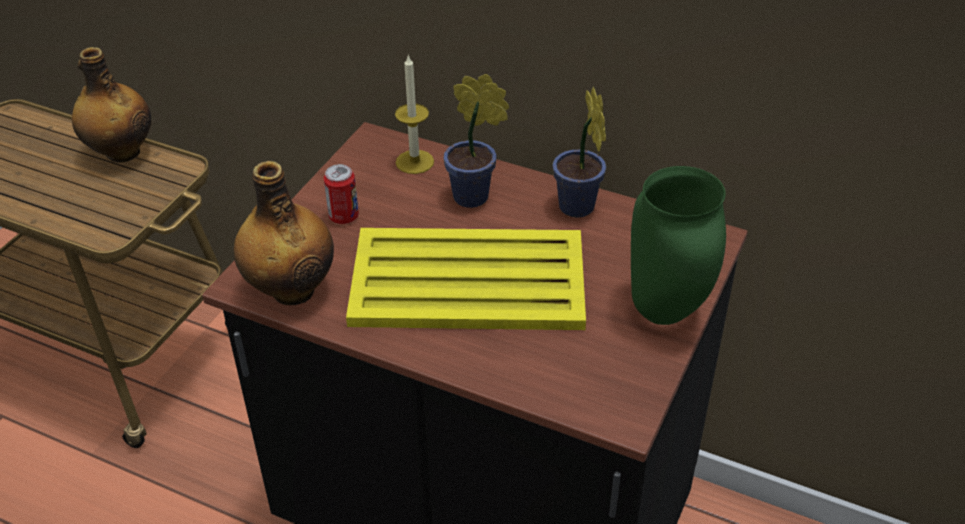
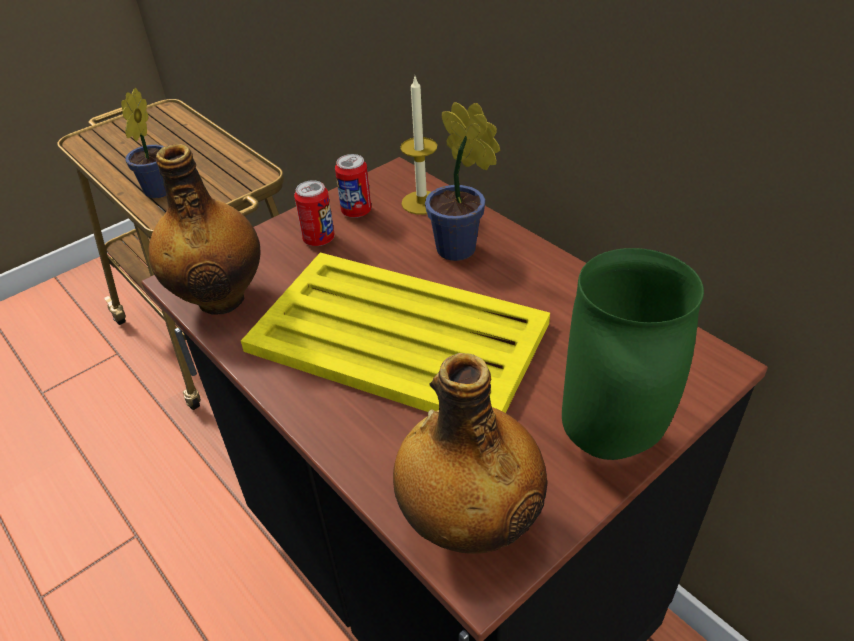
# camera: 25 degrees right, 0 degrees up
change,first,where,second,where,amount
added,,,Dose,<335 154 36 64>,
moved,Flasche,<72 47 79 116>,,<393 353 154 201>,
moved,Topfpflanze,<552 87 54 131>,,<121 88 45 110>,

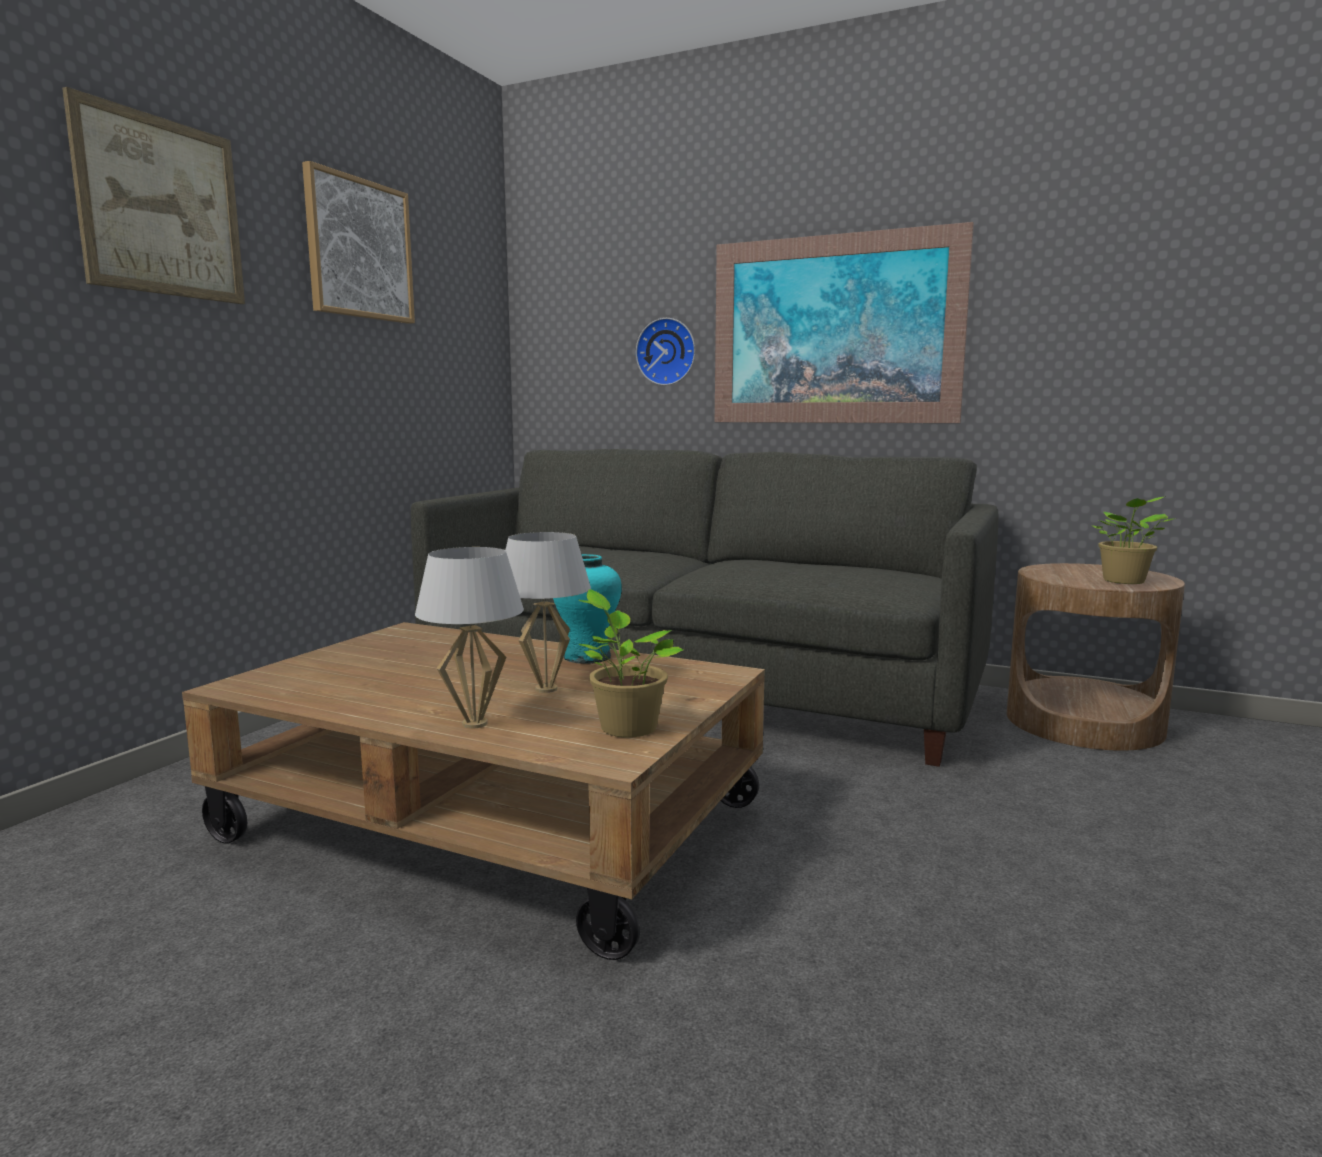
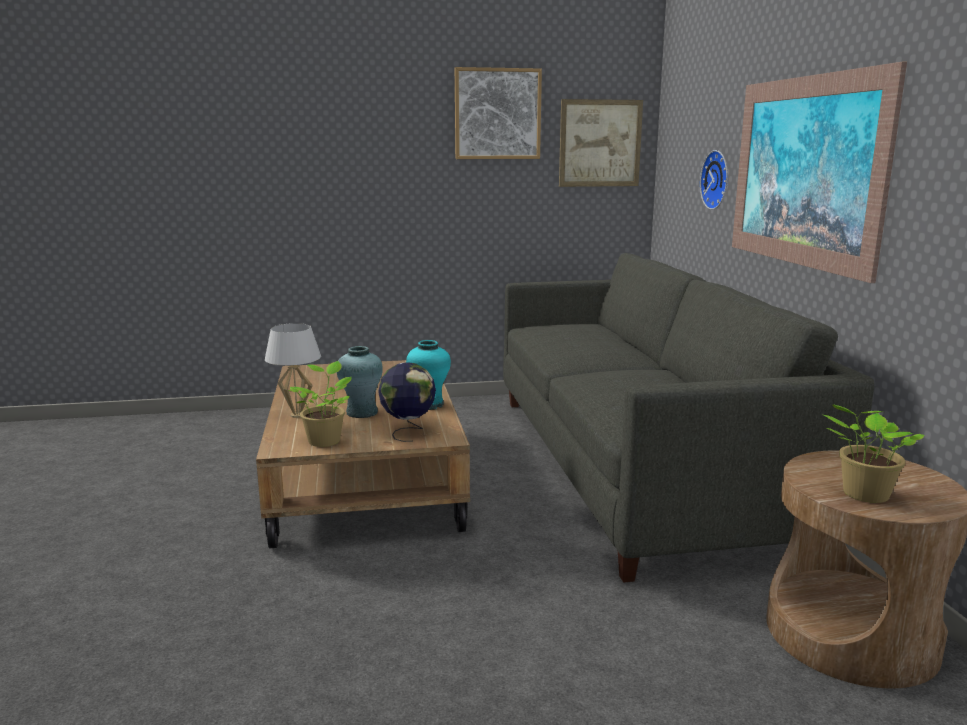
# camera: 55 degrees right, 5 degrees up
change,first,where,second,where,amount
added,,,Globus,<378 363 58 79>,
moved,Bild,<62 87 183 217>,,<559 99 84 88>,
replaced,Tischlampe (weiß),<505 532 86 161>,Vase (türkis),<336 346 47 72>,

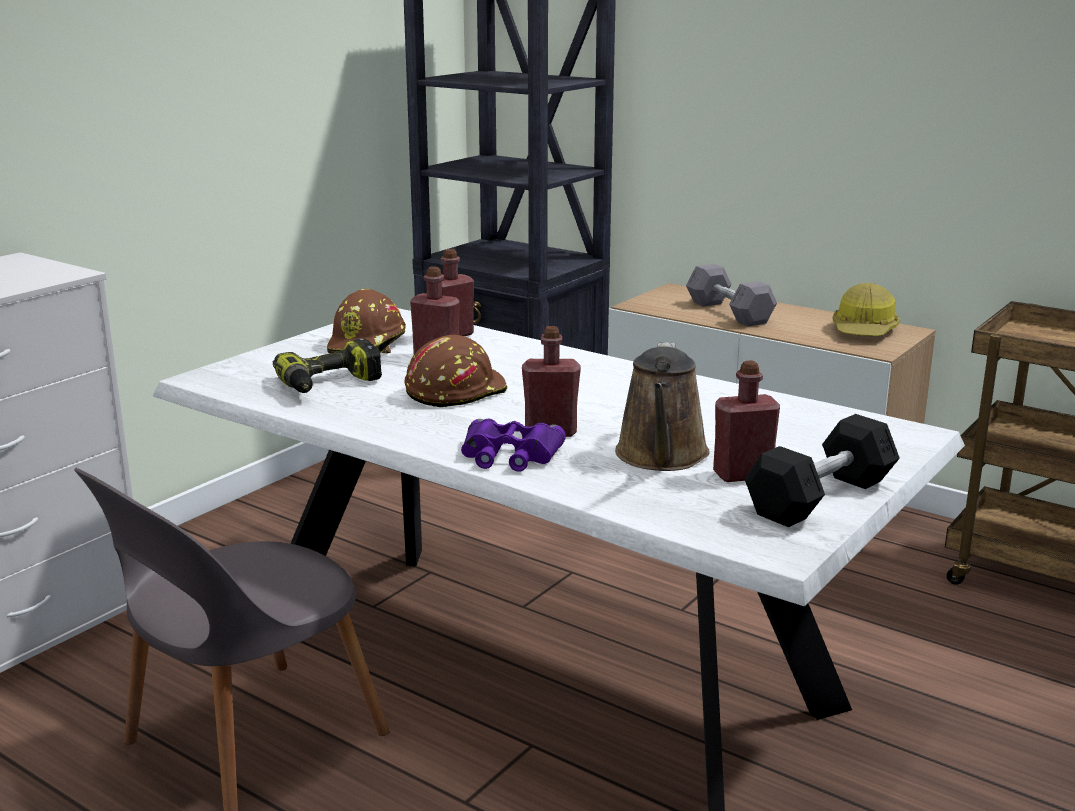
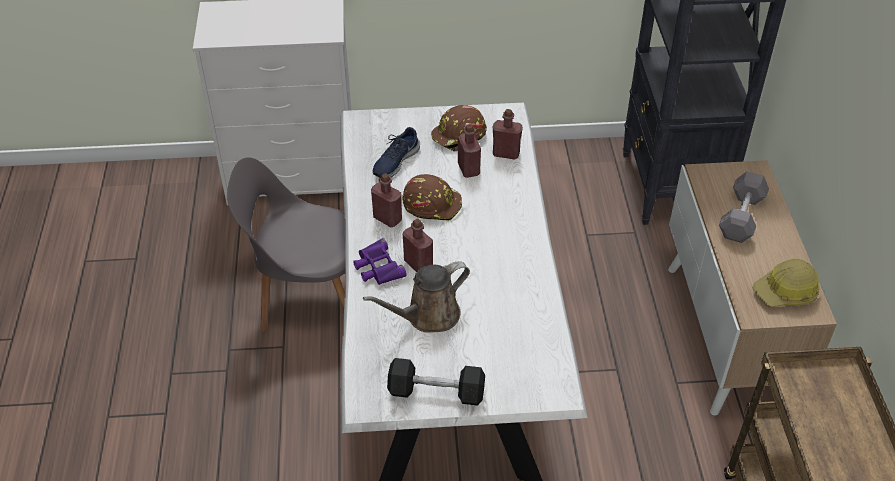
# camera: 50 degrees right, 25 degrees up
change,first,where,second,where,amount
moved,Flasche (rot),<713 361 67 121>,,<371 173 31 54>,
replaced,Bohrmaschine,<273 338 109 55>,Schuh (blau),<373 127 47 51>,

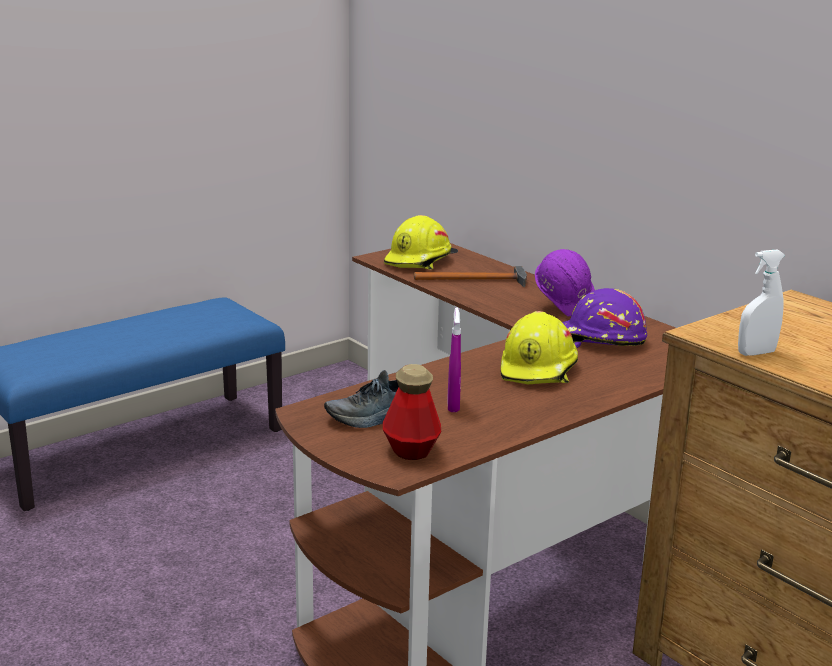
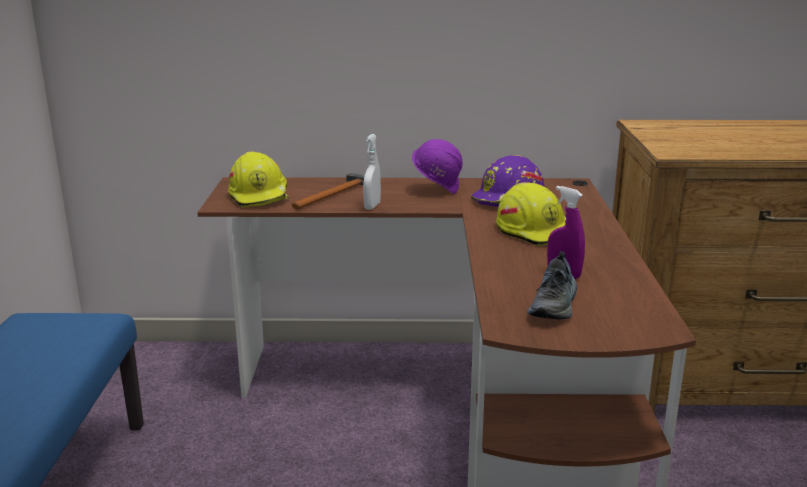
# camera: 50 degrees left, 0 degrees up
change,first,where,second,where,amount
removed,Flasche,<383 364 58 96>,,,
moved,Sprühflasche (weiß),<738 250 47 106>,,<363 134 18 76>,

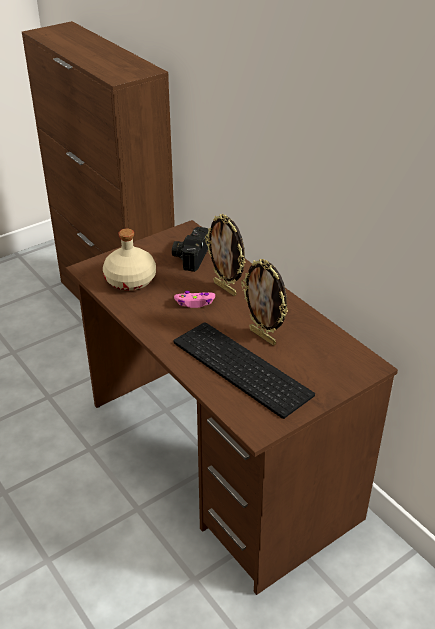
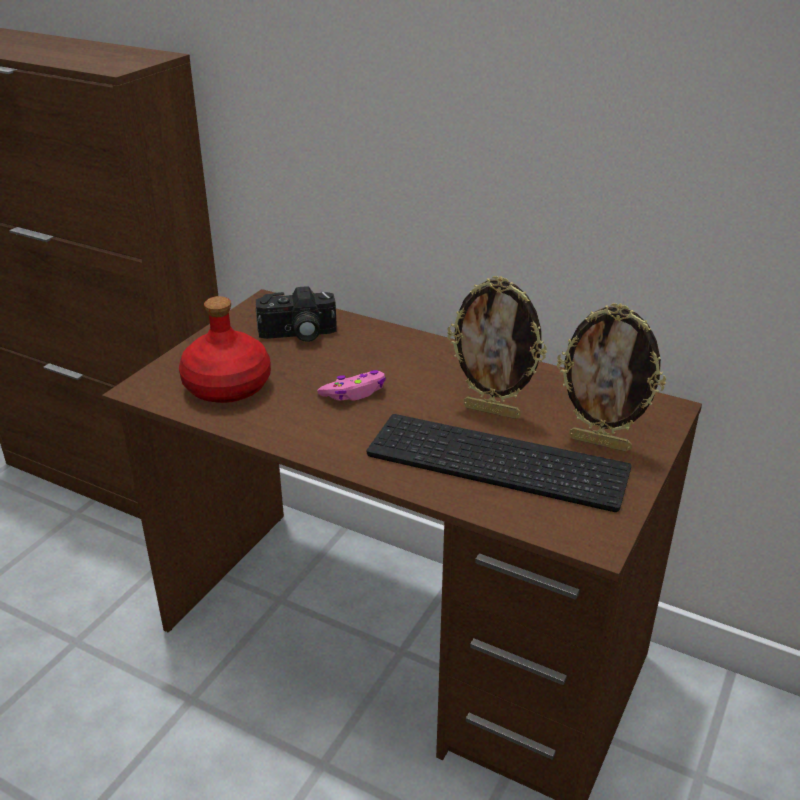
# camera: 25 degrees left, 5 degrees down
change,first,where,second,where,amount
moved,Bilderrahmen,<205 214 41 82>,,<557 303 109 149>,
recoloured,Flasche (beige),<103 229 53 61>,Flasche (rot),<179 296 92 107>,
turned,Kamera,<172 227 37 45>,,<256 286 81 56>,90 degrees counterclockwise

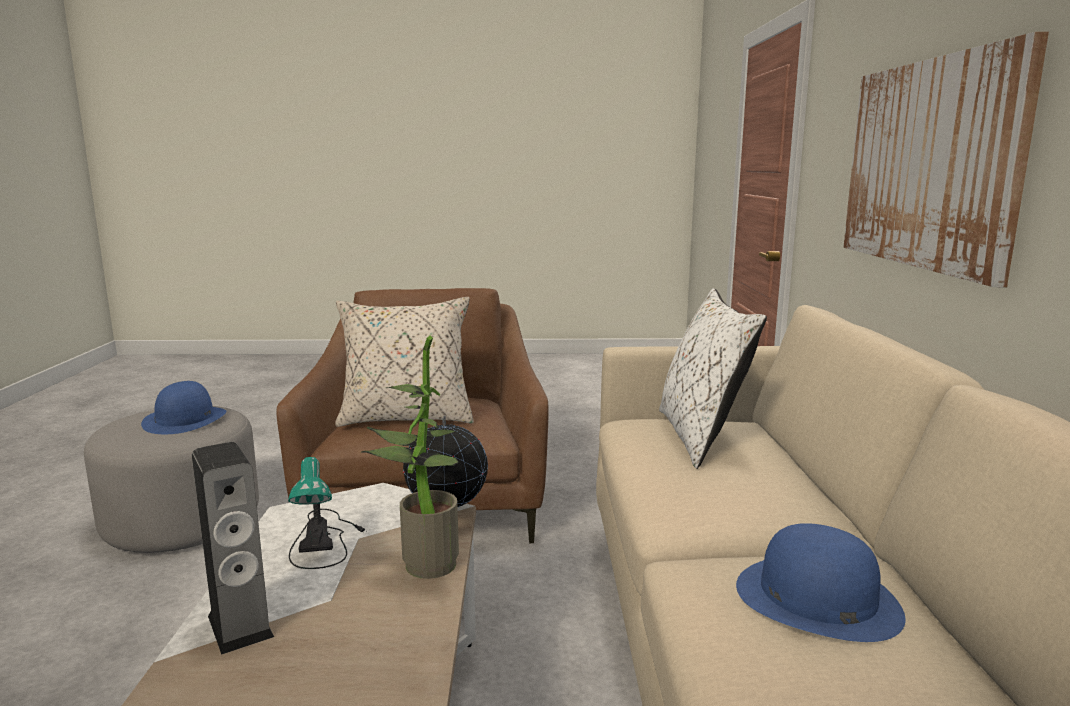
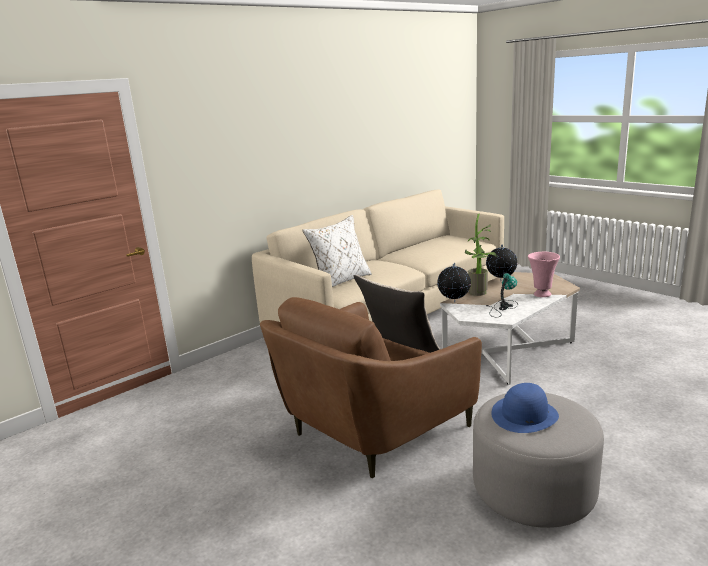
# camera: 130 degrees left, 5 degrees up
change,first,where,second,where,amount
removed,Hut (blau),<736 523 170 119>,,,
removed,Bild,<843 32 206 255>,,,
added,,,Globus,<486 244 31 36>,
replaced,Lautsprecher,<192 442 82 213>,Vase (rosa),<528 252 32 45>,

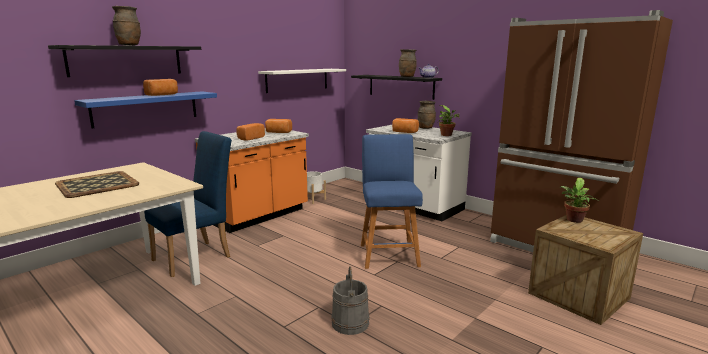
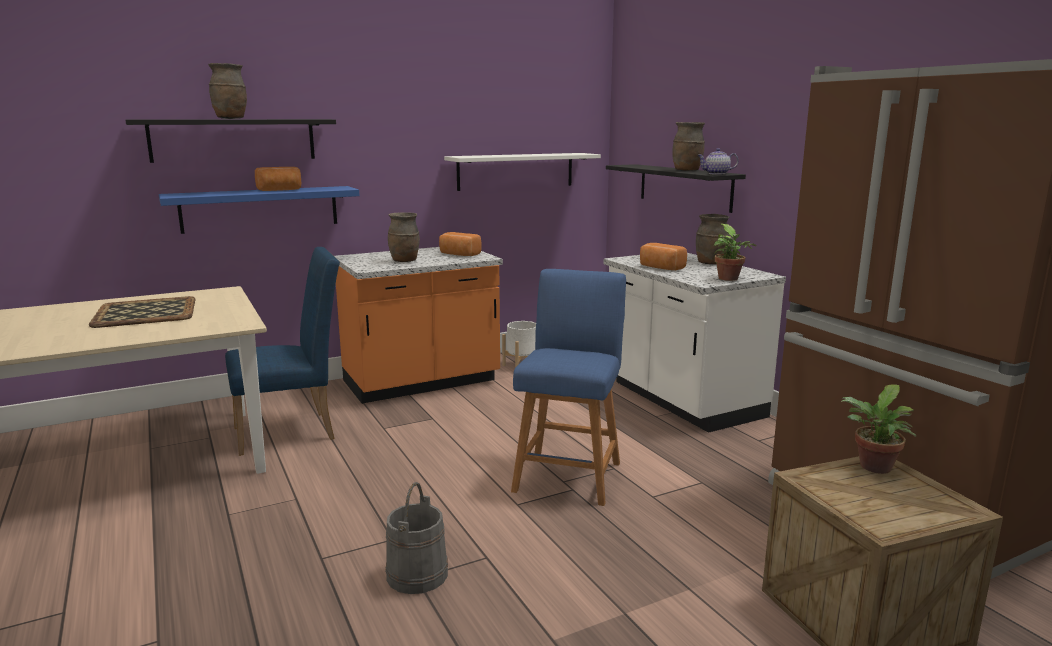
# camera: 20 degrees right, 0 degrees up
change,first,where,second,where,amount
replaced,Brot,<236 123 29 18>,Vase (braun),<388 213 32 49>,

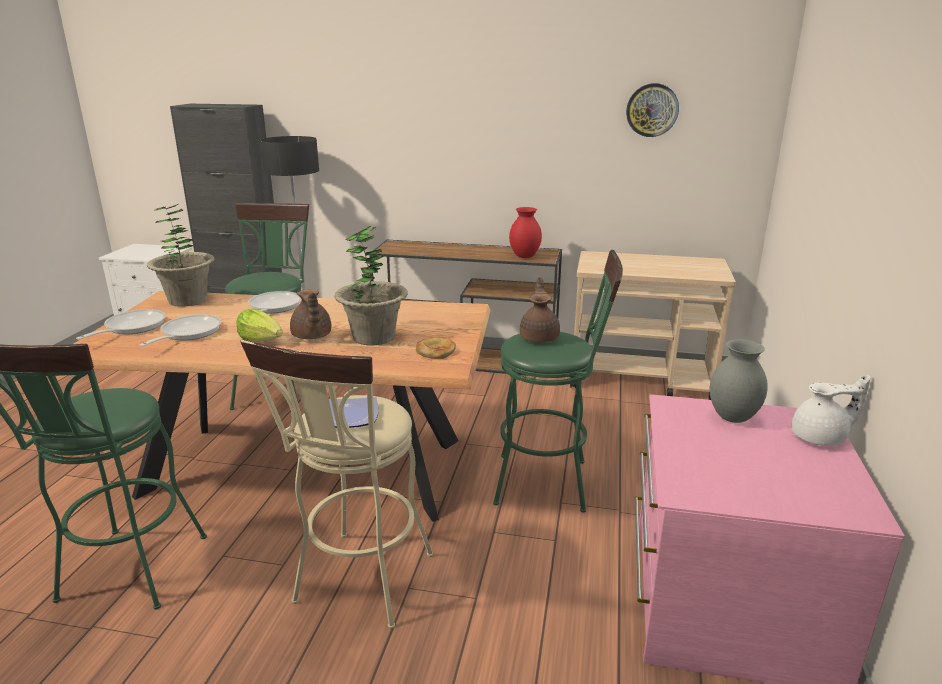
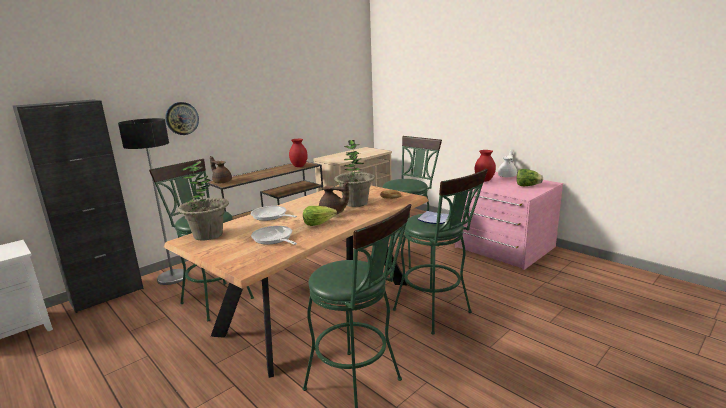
# camera: 55 degrees left, 5 degrees down
change,first,where,second,where,amount
removed,Pfanne,<76 309 90 31>,,,
added,,,Salatkopf,<517 169 26 17>,
moved,Teekanne (braun),<520 277 40 66>,,<210 156 22 27>,
moved,Wanduhr,<626 83 53 54>,,<165 102 34 33>,
recoloured,Hocker (beige),<240 339 193 290>,Hocker (grün),<393 169 95 166>,
recoloured,Vase (grau),<710 339 58 84>,Vase (rot),<475 150 21 32>,

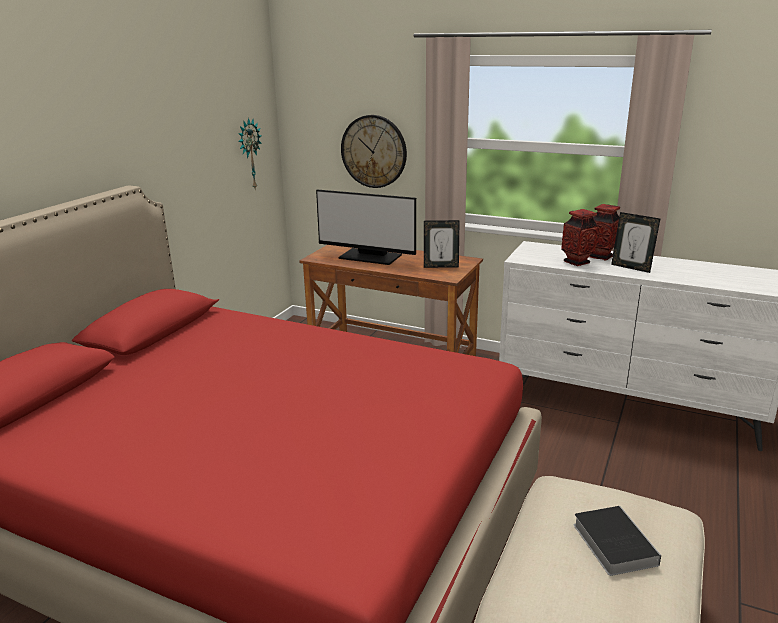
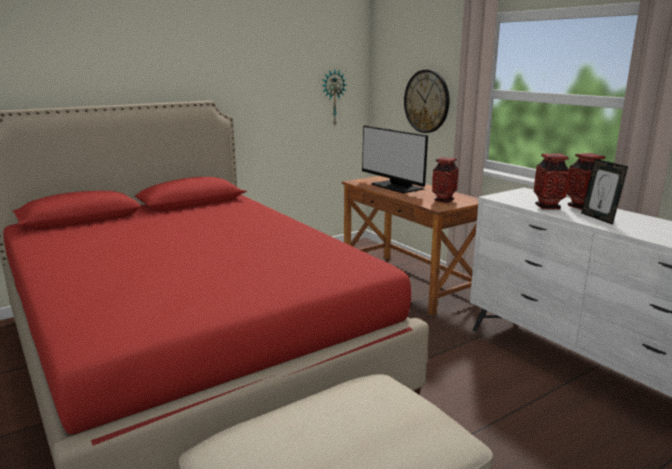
# camera: 30 degrees right, 5 degrees down
change,first,where,second,where,amount
removed,Buch,<574 506 87 70>,,,
replaced,Bilderrahmen,<424 220 36 48>,Vase,<432 157 27 46>,

